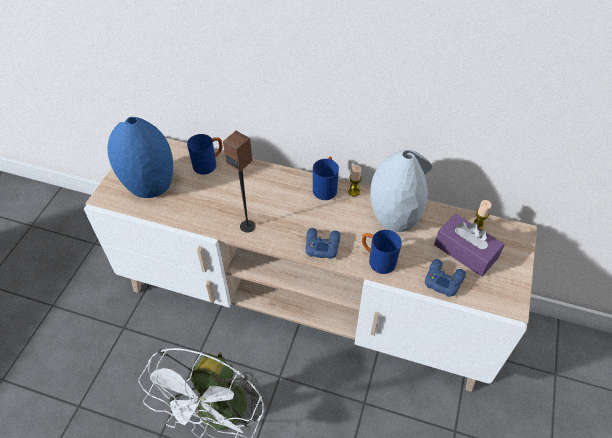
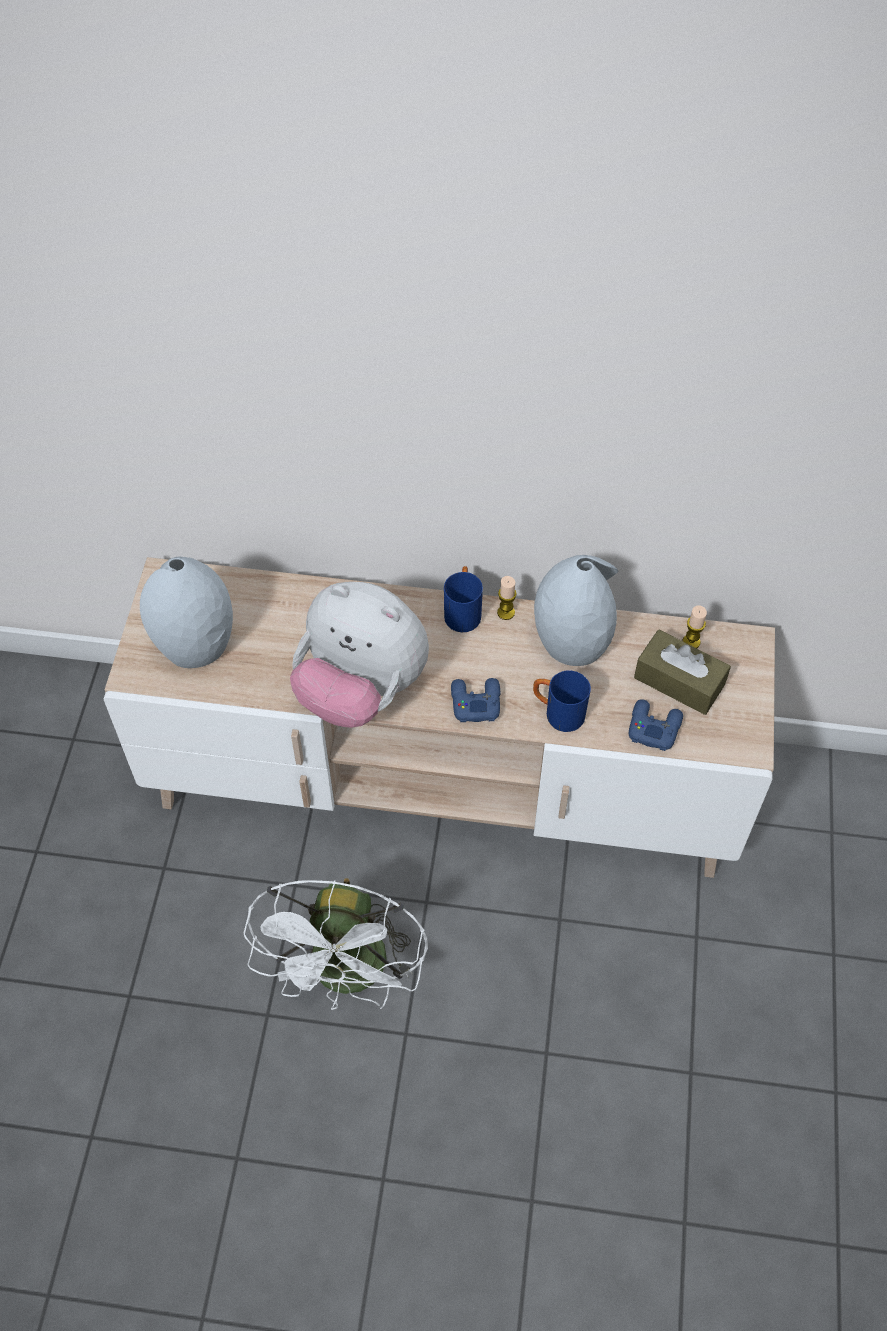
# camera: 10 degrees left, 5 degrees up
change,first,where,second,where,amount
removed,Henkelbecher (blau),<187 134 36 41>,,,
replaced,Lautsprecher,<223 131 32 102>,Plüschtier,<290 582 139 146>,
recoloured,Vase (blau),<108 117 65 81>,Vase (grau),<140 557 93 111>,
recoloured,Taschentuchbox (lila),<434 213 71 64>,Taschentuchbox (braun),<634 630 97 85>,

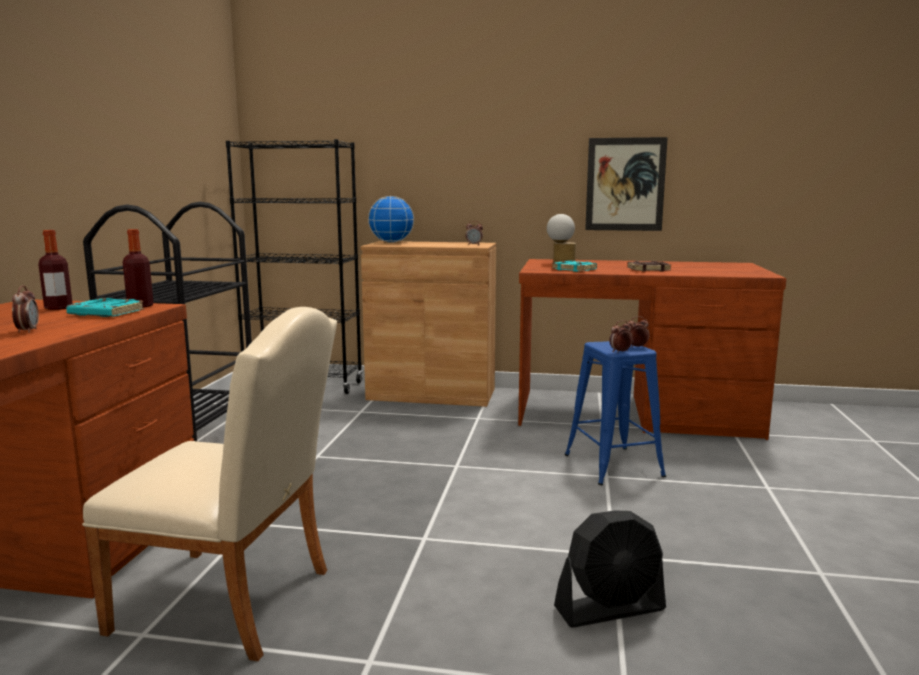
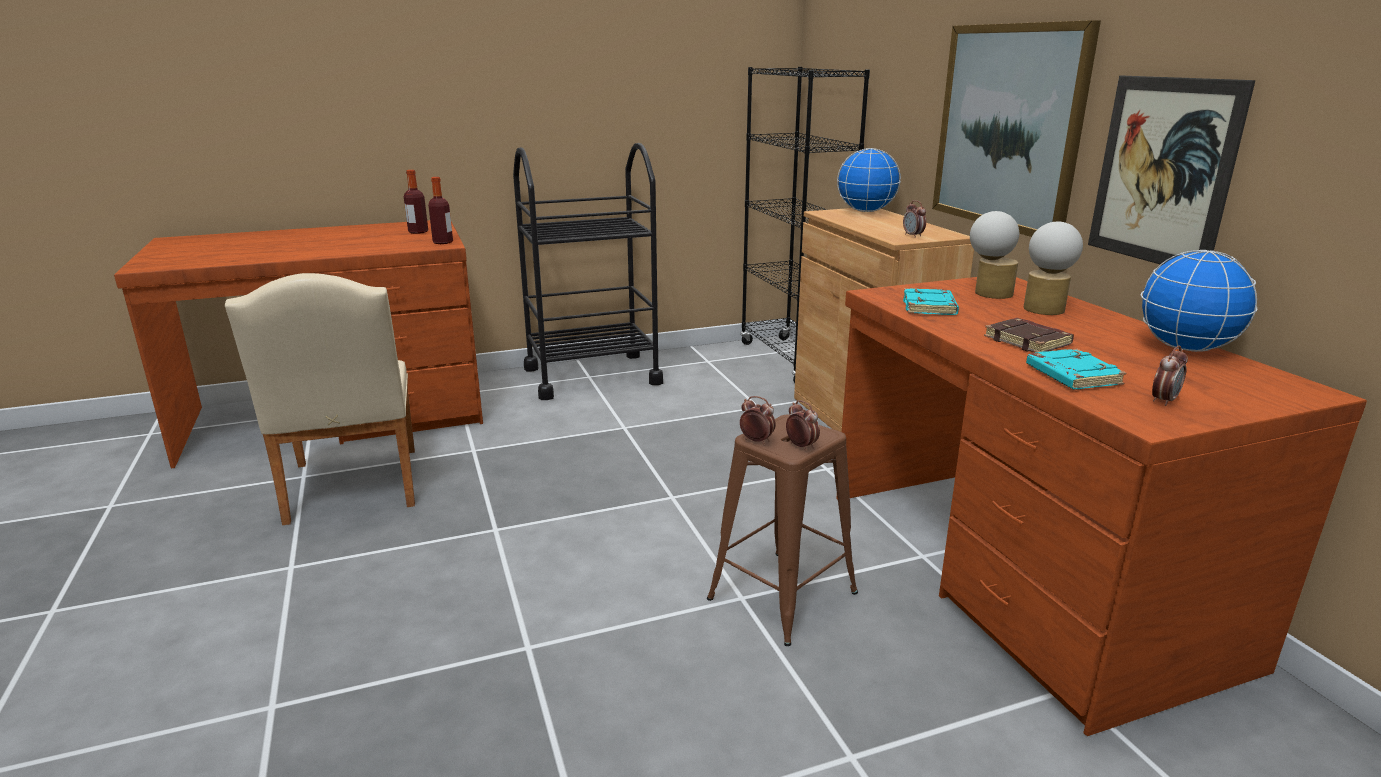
# camera: 60 degrees right, 10 degrees up
change,first,where,second,where,amount
removed,Ventilator (schwarz),<554 510 112 118>,,,
added,,,Bild,<932 20 169 217>,
added,,,Tischlampe,<1024 221 59 94>,
added,,,Globus,<1141 250 116 102>,
moved,Wecker,<12 285 27 48>,,<1152 346 36 60>,
moved,Buch (türkis),<66 298 78 19>,,<1026 349 100 41>,
recoloured,Hocker (blau),<565 341 101 144>,Hocker (braun),<707 414 151 232>,

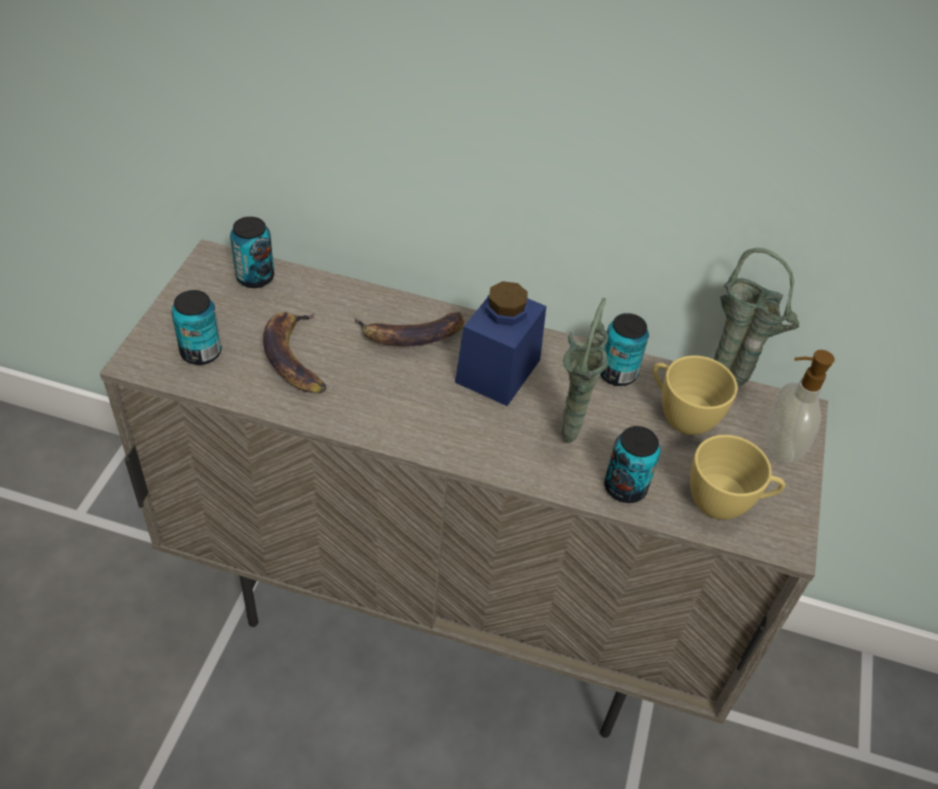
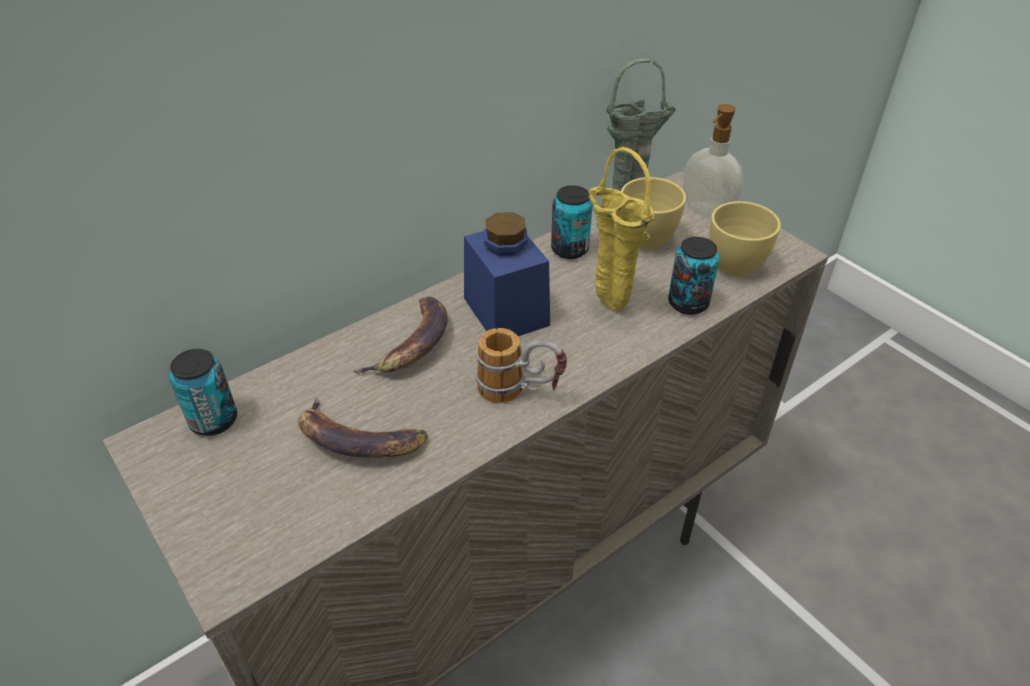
# camera: 50 degrees left, 5 degrees down
change,first,where,second,where,amount
removed,Dose,<171 290 51 75>,,,
added,,,Henkelbecher,<476 328 91 75>,
recoloured,Vase (grün),<562 298 46 145>,Vase (gelb),<589 147 66 164>,

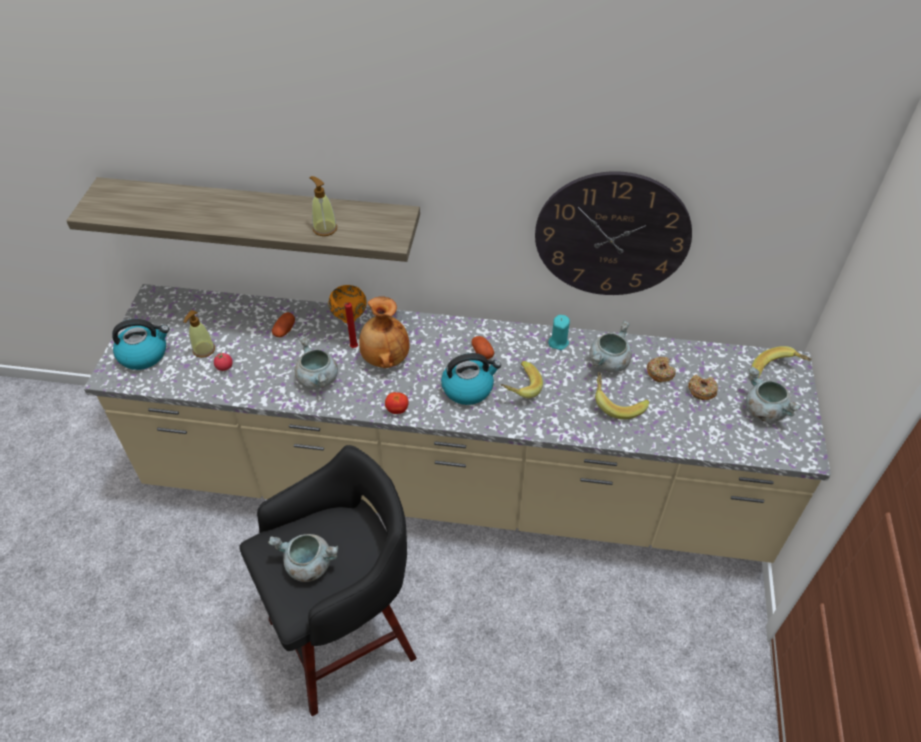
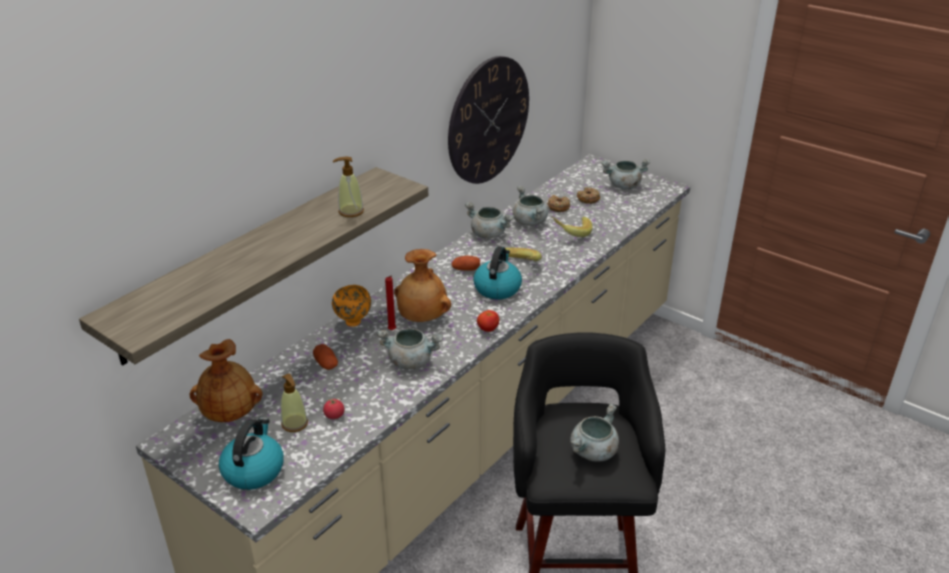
# camera: 60 degrees left, 15 degrees down
change,first,where,second,where,amount
removed,Banane,<751 346 61 32>,,,
added,,,Vase (braun),<190 339 73 83>,
replaced,Kerze (türkis),<548 315 22 35>,Kochtopf (grau),<465 202 49 37>,

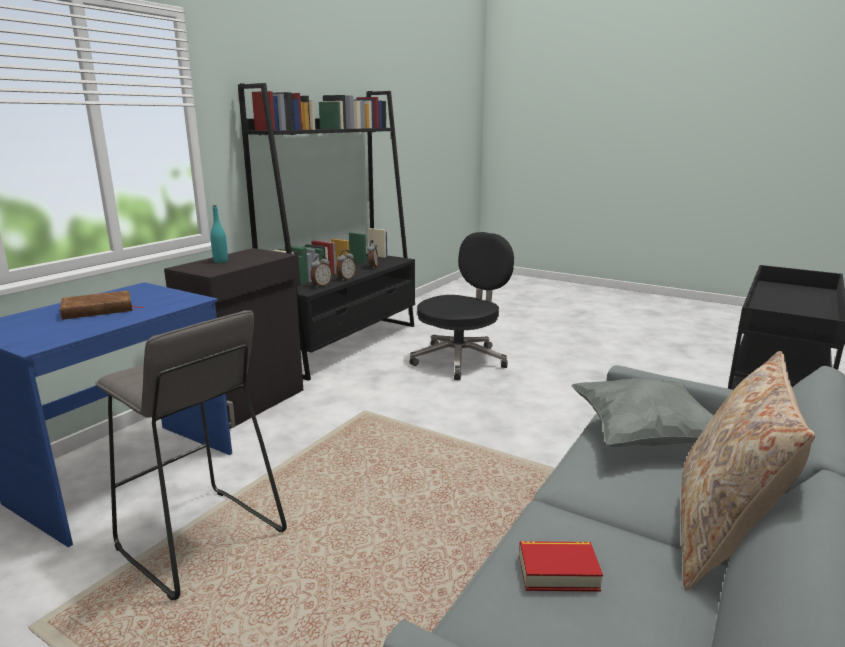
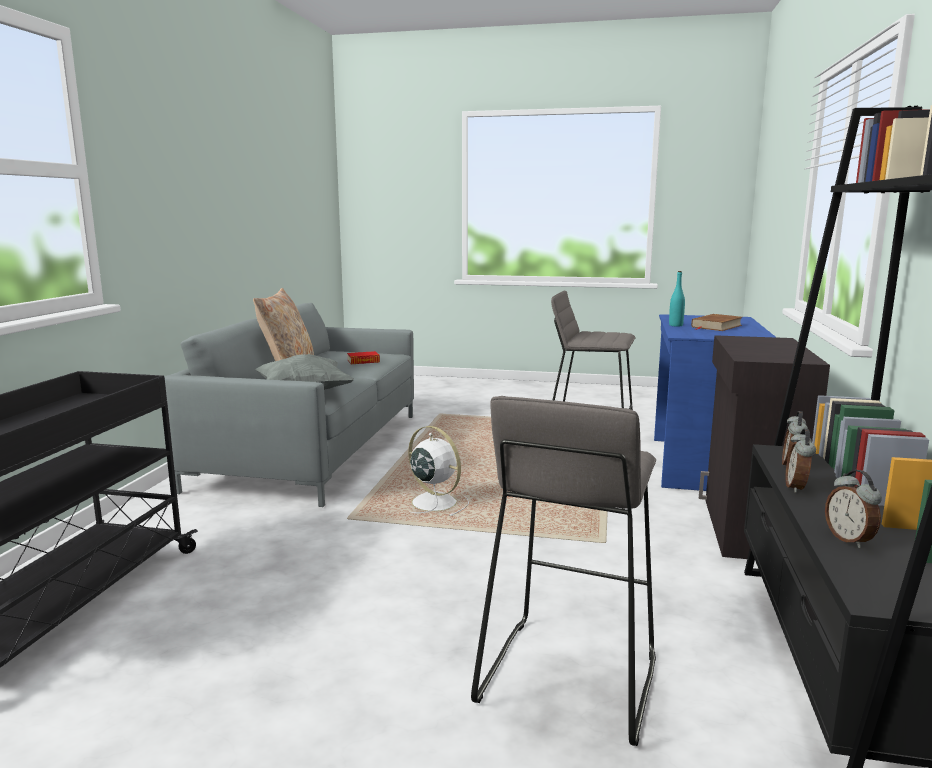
# camera: 160 degrees right, 5 degrees down
change,first,where,second,where,amount
added,,,Ventilator (weiß),<403 426 66 90>,
moved,Flasche (türkis),<210 205 18 58>,,<669 271 16 56>,
replaced,Bürostuhl (schwarz),<409 232 105 148>,Hocker (grau),<471 396 185 350>,

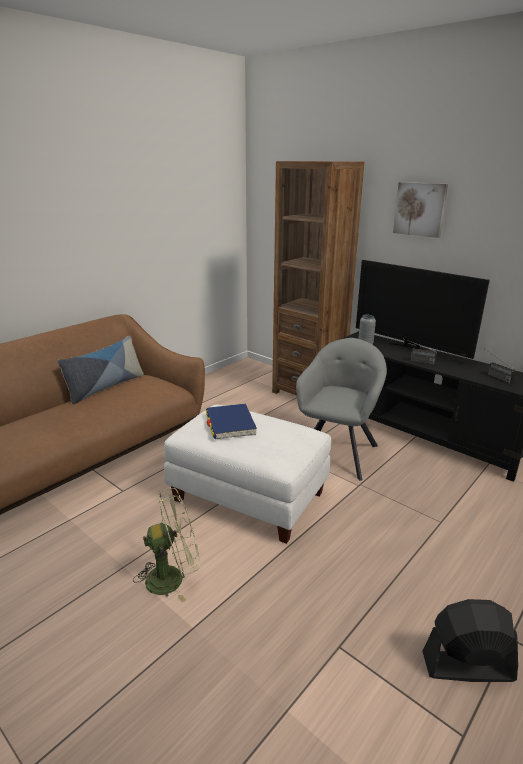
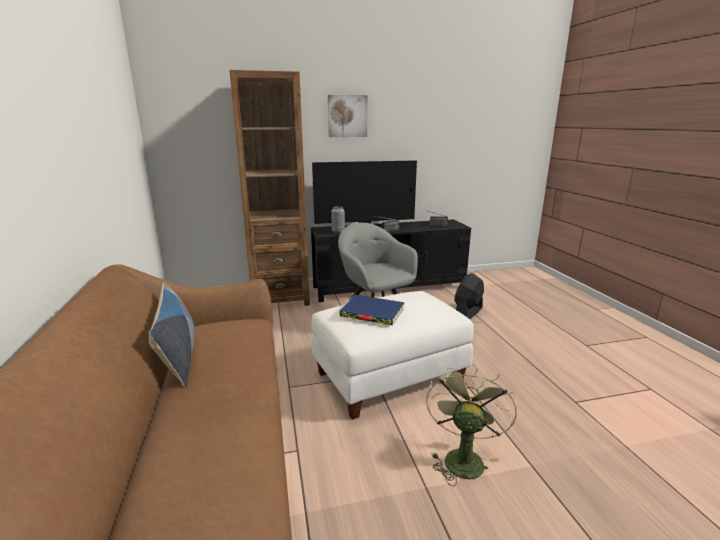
# camera: 55 degrees left, 5 degrees down
change,first,where,second,where,amount
moved,Ventilator (schwarz),<422 599 96 83>,,<454 273 30 46>,

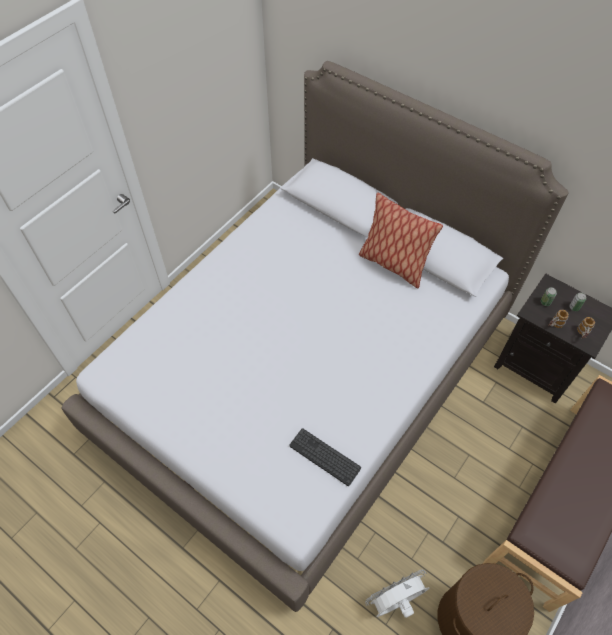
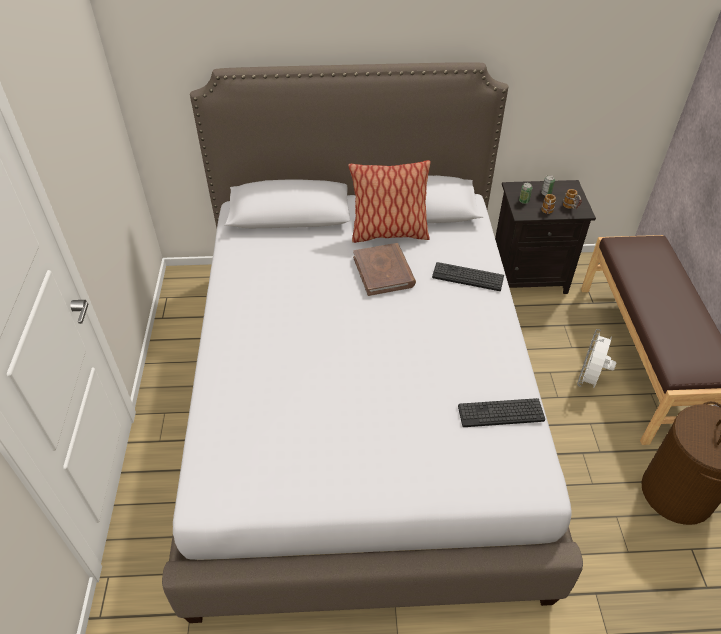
# camera: 40 degrees left, 10 degrees down
change,first,where,second,where,amount
added,,,Buch (braun),<353 243 63 53>,
added,,,Tastatur,<432 262 72 29>,
moved,Ventilator (weiß),<365 570 64 48>,,<577 329 40 59>,

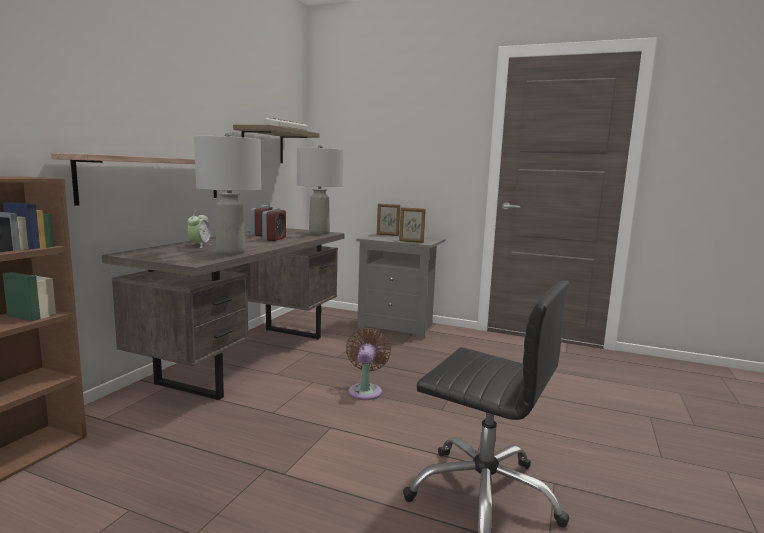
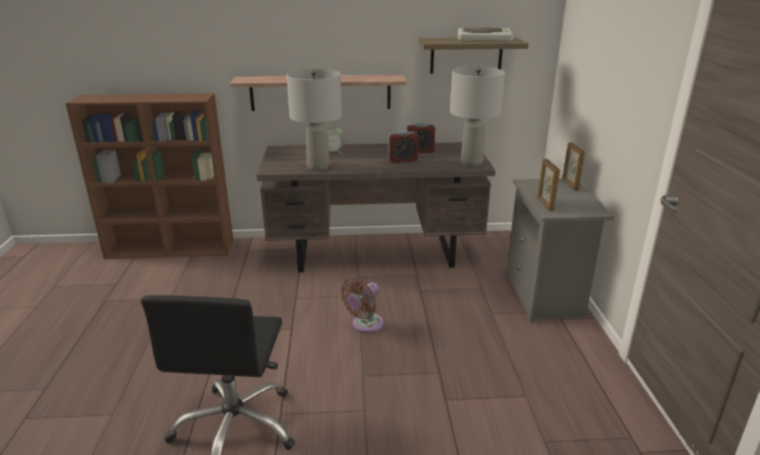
# camera: 65 degrees right, 15 degrees up
change,first,where,second,where,amount
turned,Ventilator (braun),<346 328 45 72>,,<341 278 43 55>,150 degrees clockwise

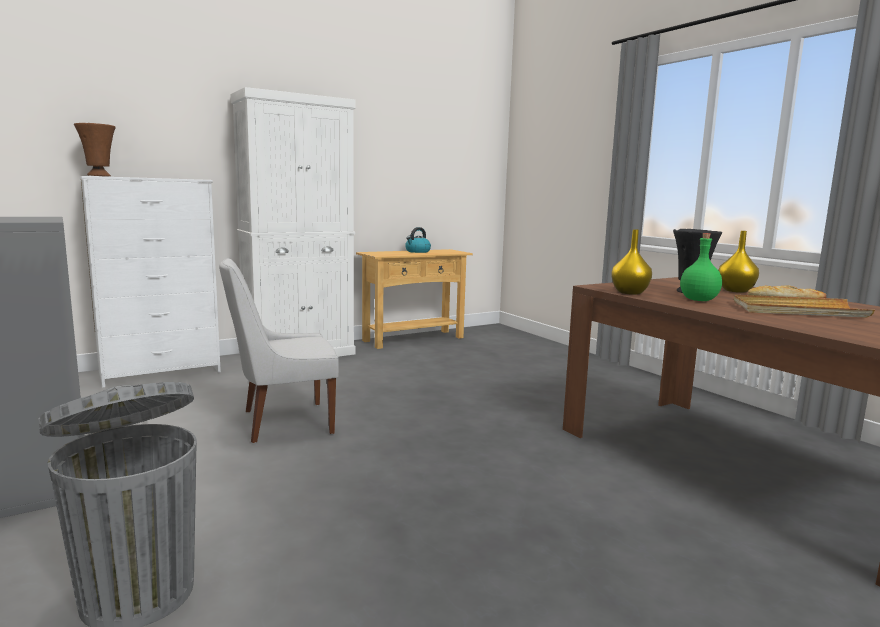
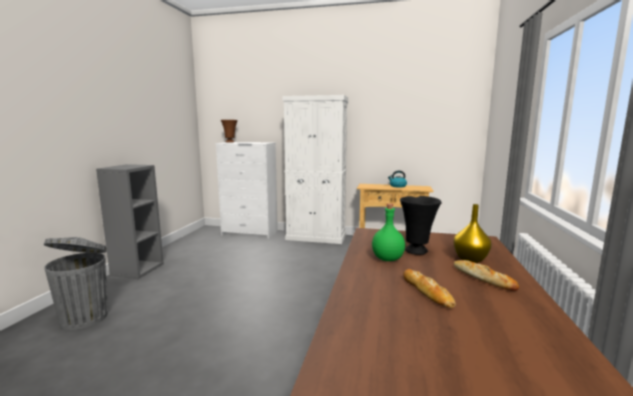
# camera: 45 degrees right, 0 degrees up
change,first,where,second,where,amount
removed,Stuhl (weiß),<219 258 120 185>,,,
removed,Vase (gelb),<611 229 41 66>,,,
replaced,Tablett (beige),<734 295 141 23>,Brot,<403 269 53 39>,

